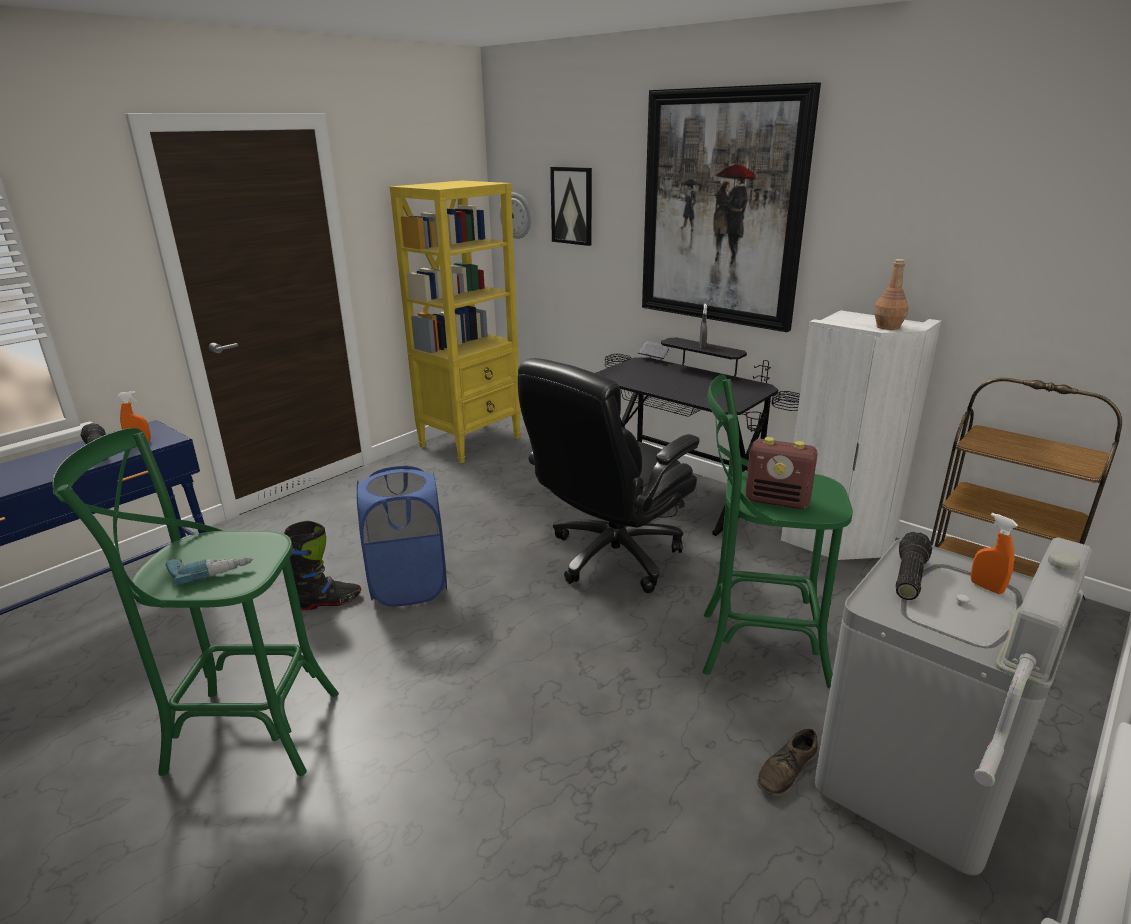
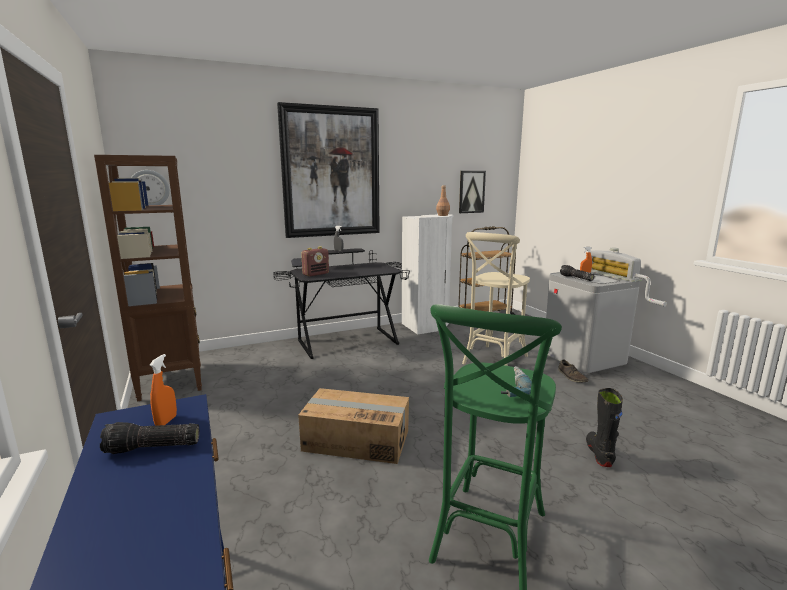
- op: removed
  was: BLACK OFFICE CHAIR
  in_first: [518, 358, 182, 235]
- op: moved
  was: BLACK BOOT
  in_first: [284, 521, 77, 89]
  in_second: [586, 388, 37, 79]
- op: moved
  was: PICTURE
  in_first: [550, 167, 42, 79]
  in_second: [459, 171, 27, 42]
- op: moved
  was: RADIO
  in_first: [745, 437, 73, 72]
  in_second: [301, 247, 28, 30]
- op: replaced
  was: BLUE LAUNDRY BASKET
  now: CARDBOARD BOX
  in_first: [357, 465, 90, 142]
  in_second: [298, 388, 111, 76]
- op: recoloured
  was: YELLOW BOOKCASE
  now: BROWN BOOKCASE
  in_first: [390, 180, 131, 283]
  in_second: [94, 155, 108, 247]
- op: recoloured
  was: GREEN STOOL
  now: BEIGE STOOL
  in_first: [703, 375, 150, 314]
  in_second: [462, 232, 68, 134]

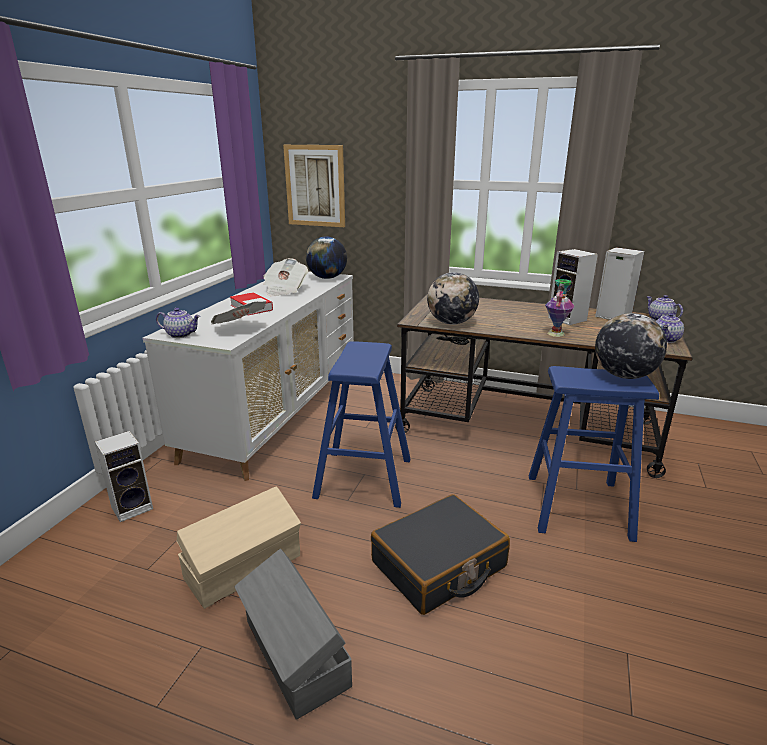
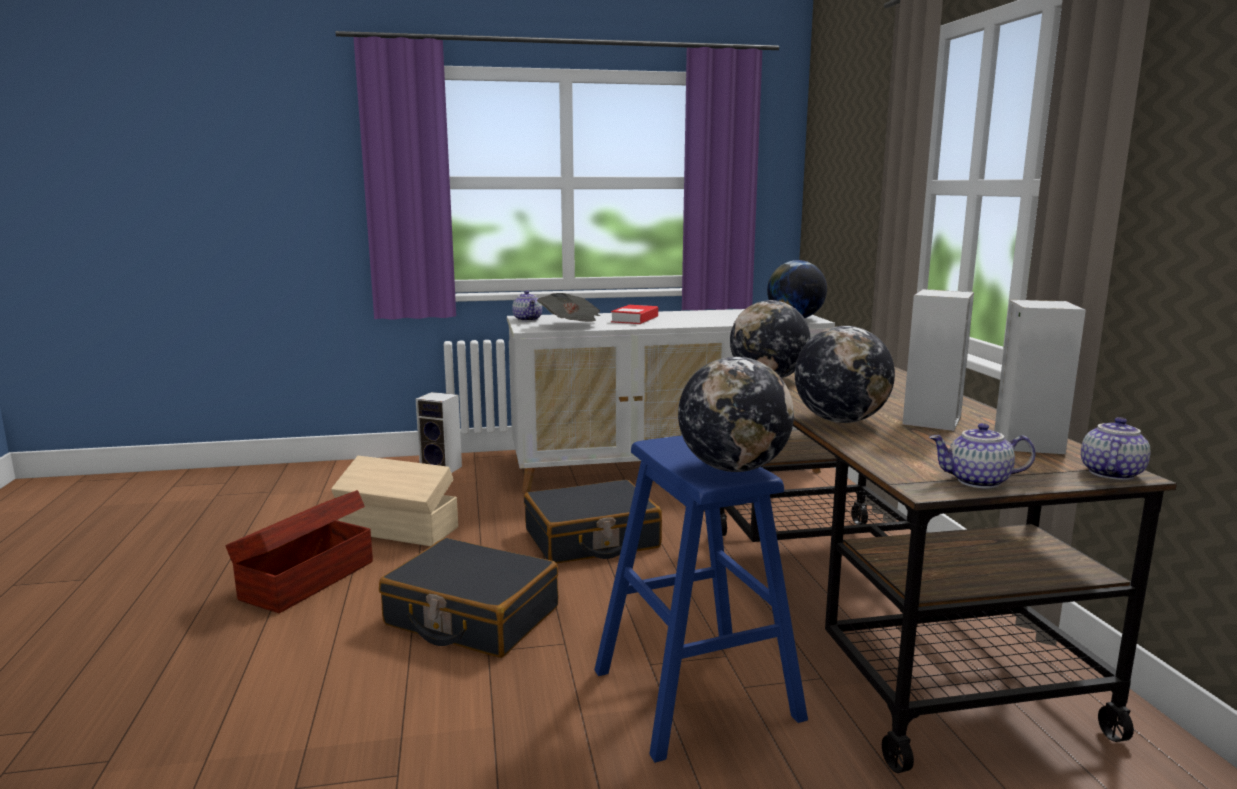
- op: removed
  was: NEWSPAPER
  in_first: [263, 258, 45, 38]
- op: removed
  was: PICTURE
  in_first: [283, 145, 62, 82]
- op: replaced
  was: BLUE STOOL
  now: BLACK SUITCASE
  in_first: [312, 341, 98, 167]
  in_second: [524, 480, 138, 83]
- op: replaced
  was: VASE
  now: GLOBE
  in_first: [545, 279, 29, 58]
  in_second: [795, 326, 100, 97]
- op: recoloured
  was: GREY STORAGE BOX
  now: BROWN STORAGE BOX
  in_first: [234, 549, 118, 171]
  in_second: [225, 490, 148, 123]

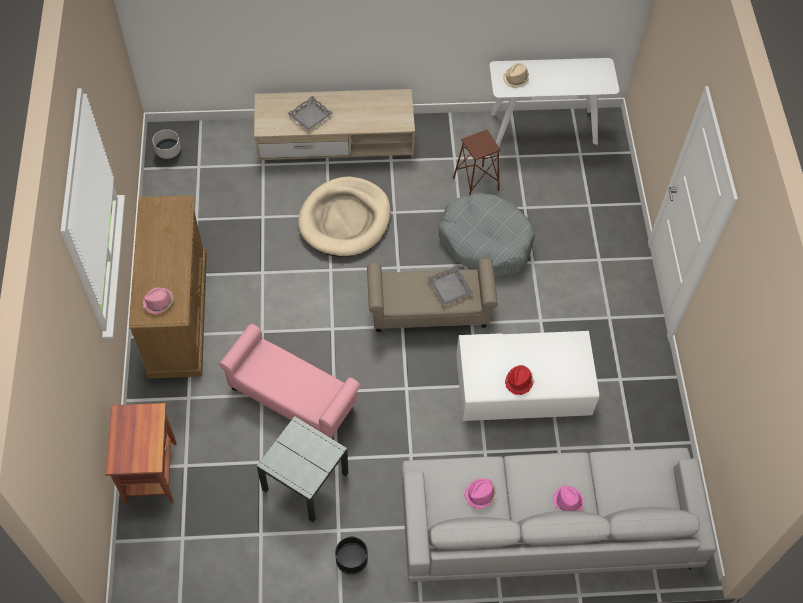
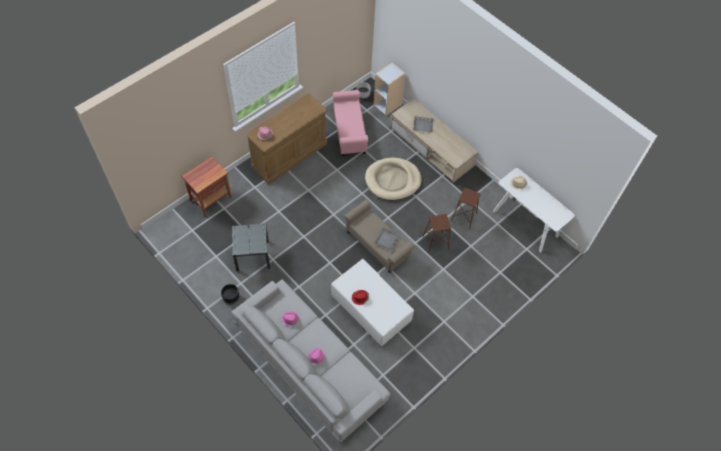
- op: added
  now: BOOKCASE
  in_second: [373, 62, 33, 54]
- op: moved
  was: PINK OTTOMAN
  in_first: [219, 324, 141, 114]
  in_second: [333, 90, 35, 66]
- op: replaced
  was: GREY DOG BED
  now: BROWN STOOL
  in_first: [438, 193, 97, 84]
  in_second: [423, 214, 28, 39]

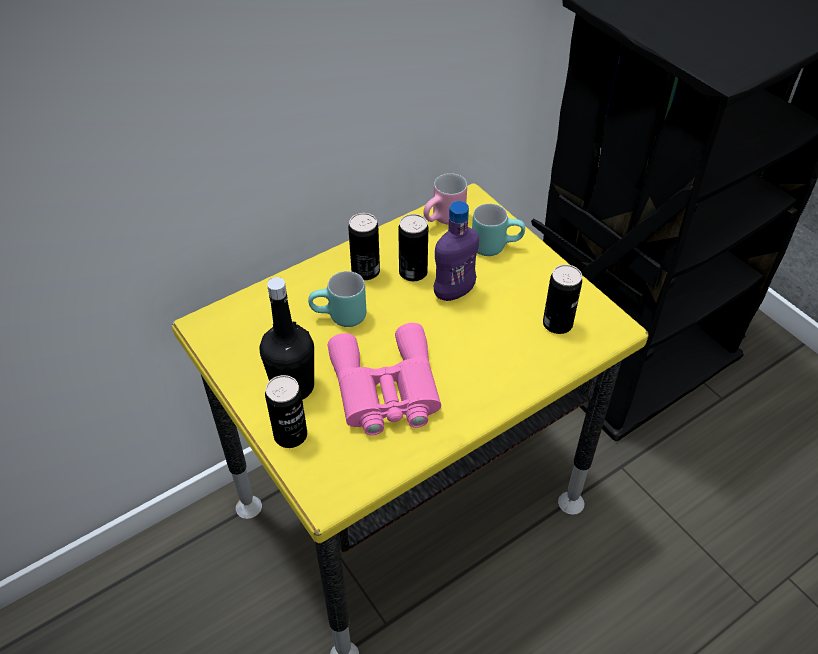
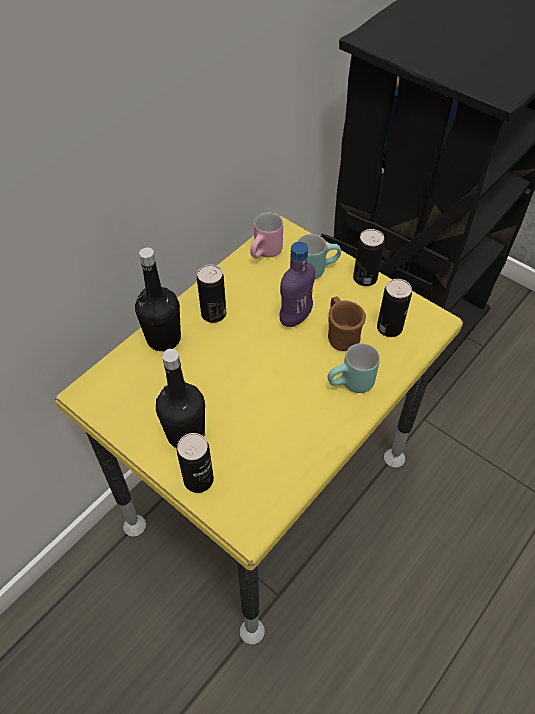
- op: removed
  was: PINK BINOCULARS
  in_first: [328, 323, 113, 112]
- op: added
  now: BLACK BOTTLE
  in_second: [135, 247, 46, 104]
- op: added
  now: BROWN MUG
  in_second: [328, 296, 38, 55]
- op: moved
  was: TURQUOISE MUG
  in_first: [308, 271, 58, 56]
  in_second: [327, 343, 53, 50]
- op: moved
  was: CAN
  in_first: [398, 214, 30, 67]
  in_second: [353, 229, 31, 57]

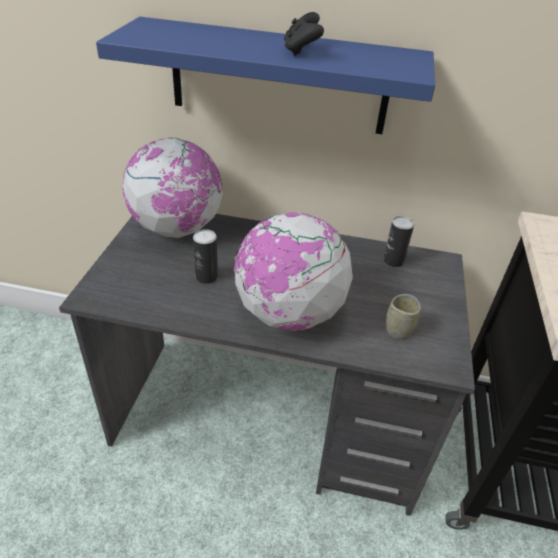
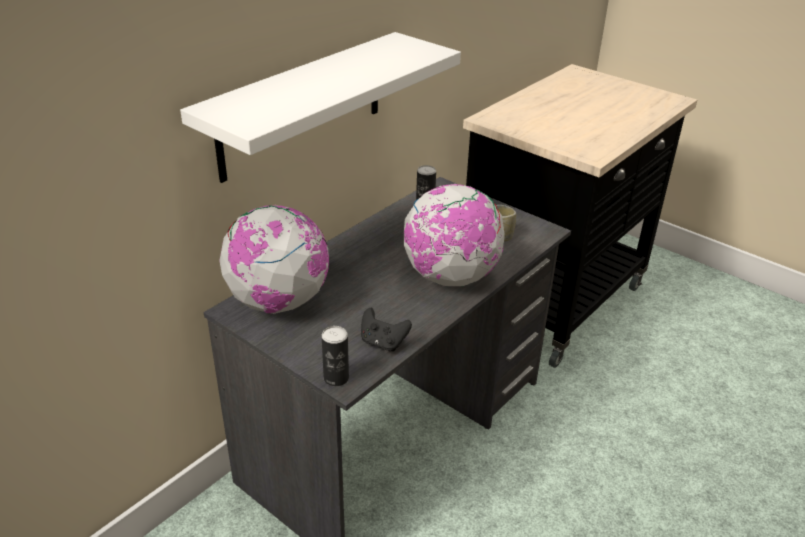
- op: moved
  was: CAN
  in_first: [193, 229, 25, 55]
  in_second: [322, 326, 27, 60]
- op: moved
  was: BLACK GAME CONTROLLER
  in_first: [284, 12, 40, 44]
  in_second: [361, 308, 51, 43]
- op: recoloured
  was: BLUE SHELF
  now: WHITE SHELF
  in_first: [96, 17, 339, 117]
  in_second: [180, 32, 281, 151]

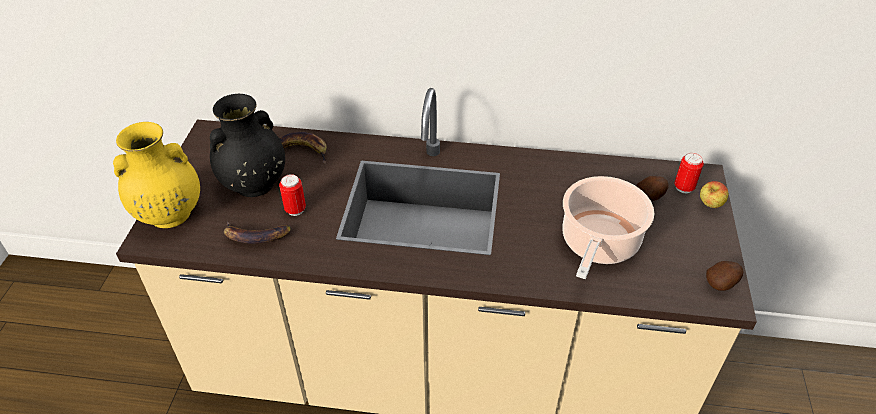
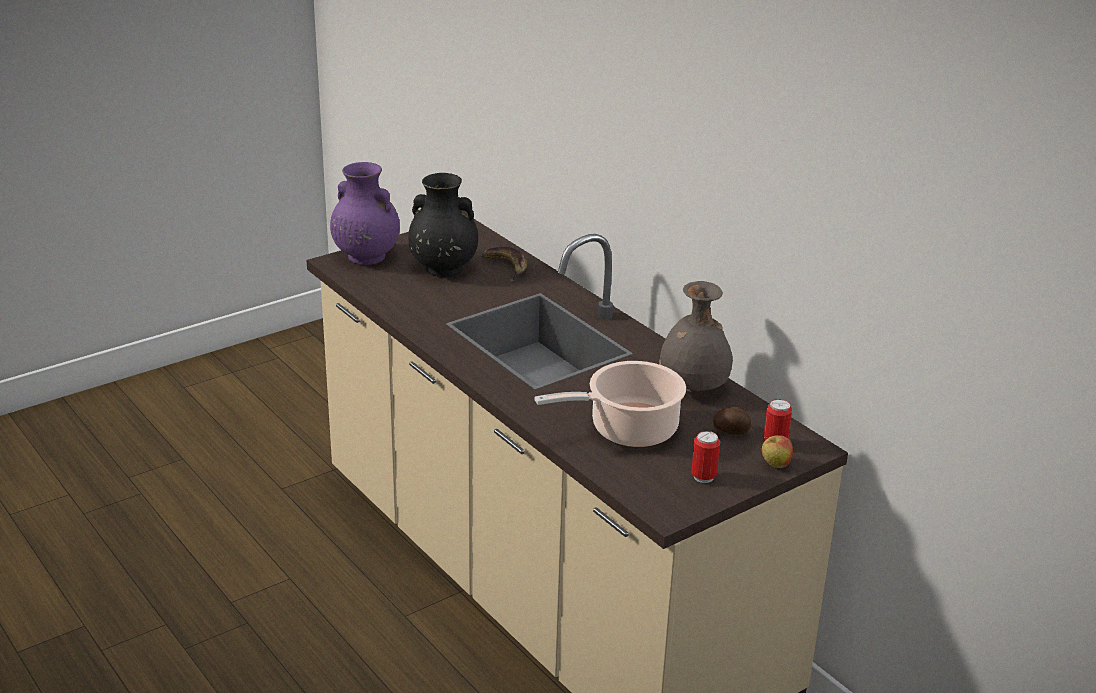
- op: removed
  was: BANANA
  in_first: [224, 222, 67, 21]
- op: removed
  was: POTATO
  in_first: [706, 261, 37, 30]
- op: added
  now: GREY VASE
  in_second: [659, 281, 74, 111]
- op: moved
  was: CAN
  in_first: [279, 174, 27, 42]
  in_second: [691, 431, 29, 52]
- op: recoloured
  was: YELLOW VASE
  now: PURPLE VASE
  in_first: [113, 122, 87, 106]
  in_second: [330, 162, 70, 103]

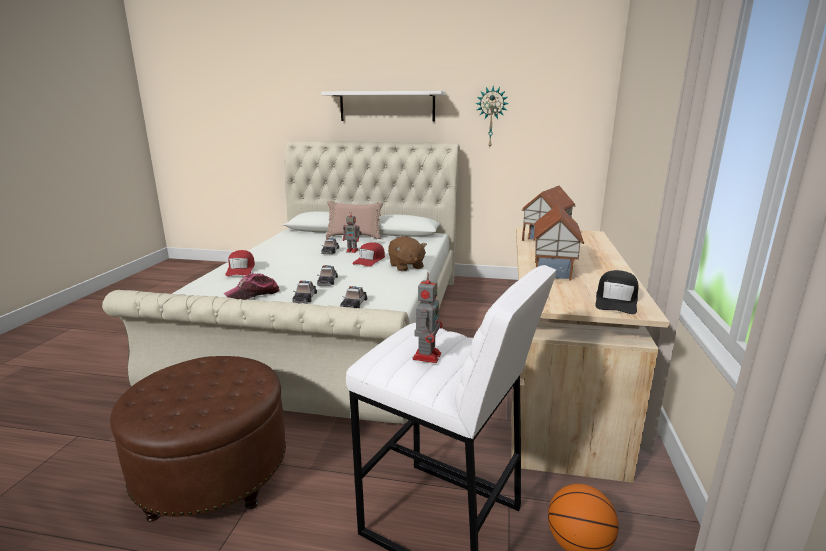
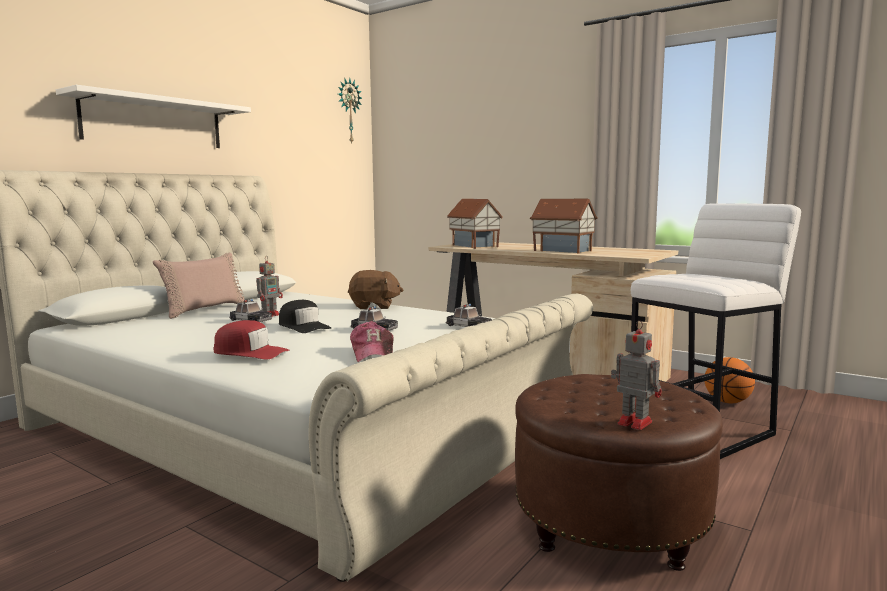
- op: removed
  was: TOY CAR
  in_first: [292, 281, 25, 23]
- op: removed
  was: RED CAP
  in_first: [352, 242, 33, 25]
- op: moved
  was: TOY ROBOT
  in_first: [413, 273, 30, 90]
  in_second: [611, 320, 51, 110]
- op: moved
  was: WALL CLOCK
  in_first: [475, 86, 34, 61]
  in_second: [338, 78, 24, 65]
- op: moved
  was: BLACK CAP
  in_first: [596, 270, 42, 44]
  in_second: [279, 300, 52, 33]

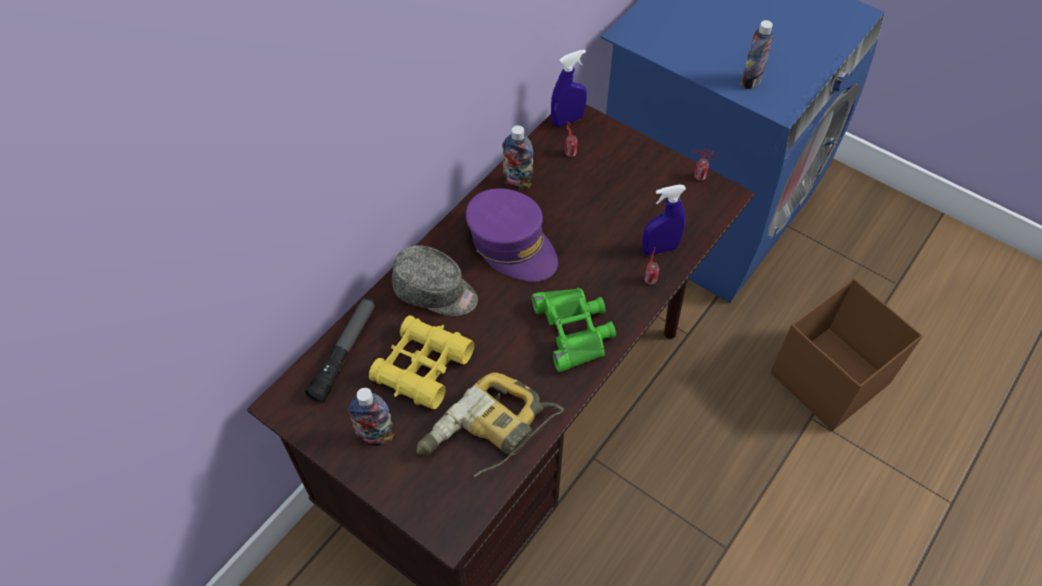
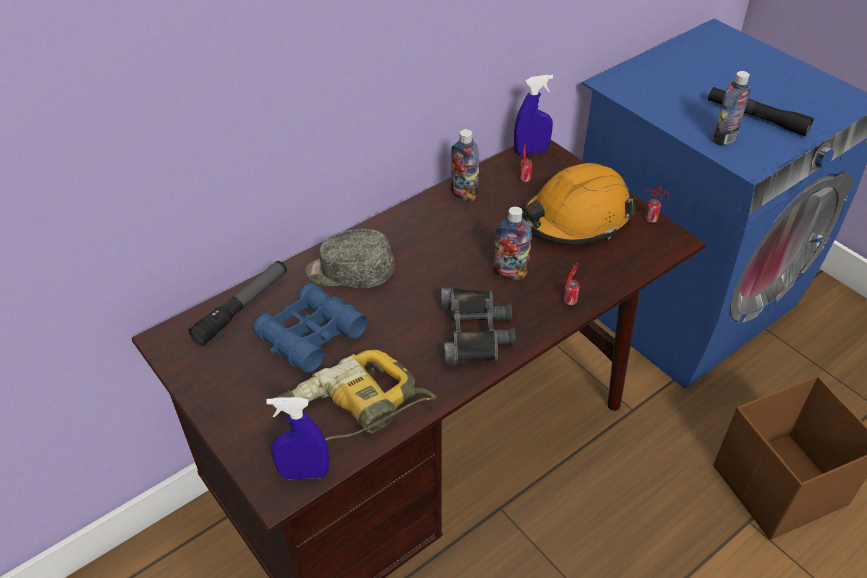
- op: removed
  was: PURPLE CAP
  in_first: [466, 188, 92, 94]
- op: added
  now: ORANGE HARD HAT
  in_second: [522, 163, 114, 81]
- op: added
  now: BLACK FLASHLIGHT
  in_second: [708, 87, 106, 49]
- op: moved
  was: BOTTLE
  in_first: [348, 388, 47, 58]
  in_second: [493, 207, 39, 73]
- op: moved
  was: BLUE SPRAY BOTTLE
  in_first: [642, 184, 44, 72]
  in_second: [266, 397, 63, 82]
- op: recoloured
  was: YELLOW BINOCULARS
  now: BLUE BINOCULARS
  in_first: [369, 315, 105, 94]
  in_second: [253, 283, 114, 90]
- op: recoloured
  was: GREEN BINOCULARS
  now: BLACK BINOCULARS
  in_first: [531, 288, 85, 84]
  in_second: [441, 287, 75, 79]
- op: turned
  was: GREY CAP
  in_first: [392, 245, 86, 71]
  in_second: [305, 229, 90, 59]
  clockwise: 150

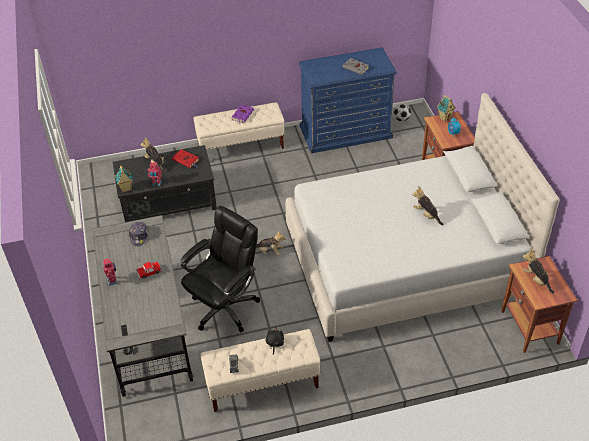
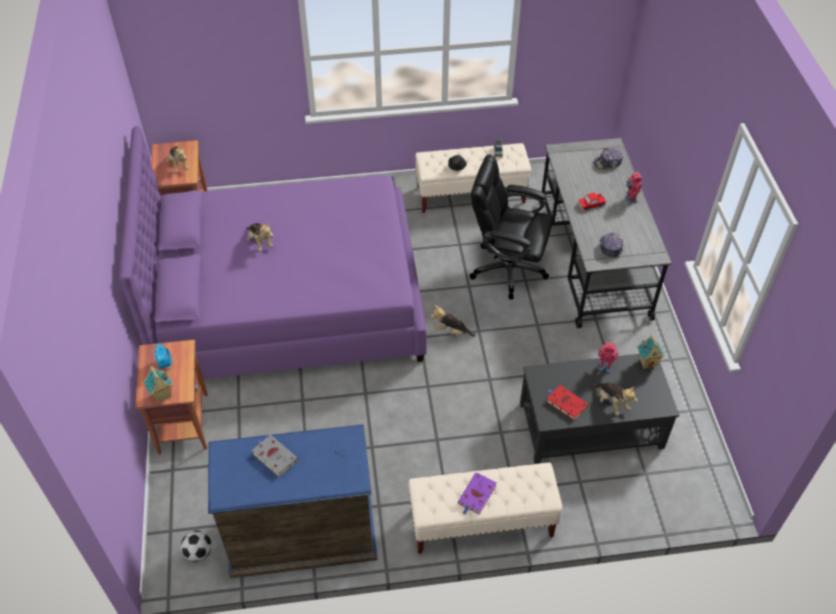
- op: added
  now: CAP
  in_second: [594, 149, 29, 20]
- op: recoloured
  was: WHITE BED
  now: PURPLE BED
  in_first: [285, 93, 274, 249]
  in_second: [119, 126, 308, 254]
- op: turned
  was: BLACK OFFICE CHAIR
  in_first: [181, 206, 79, 127]
  in_second: [469, 155, 83, 144]
  clockwise: 60

